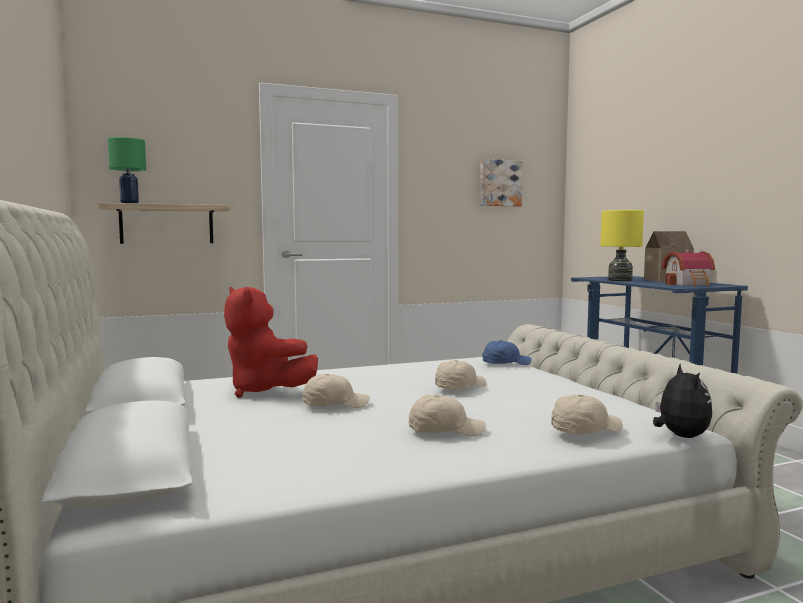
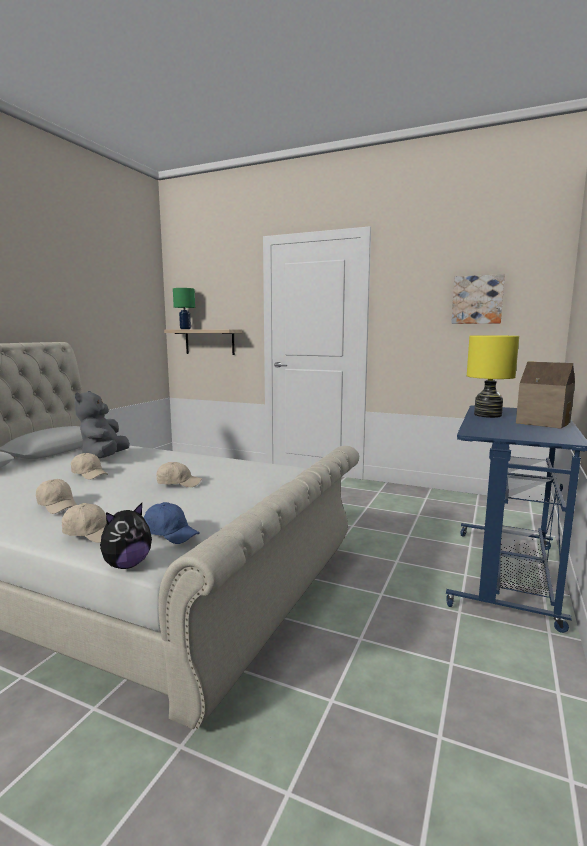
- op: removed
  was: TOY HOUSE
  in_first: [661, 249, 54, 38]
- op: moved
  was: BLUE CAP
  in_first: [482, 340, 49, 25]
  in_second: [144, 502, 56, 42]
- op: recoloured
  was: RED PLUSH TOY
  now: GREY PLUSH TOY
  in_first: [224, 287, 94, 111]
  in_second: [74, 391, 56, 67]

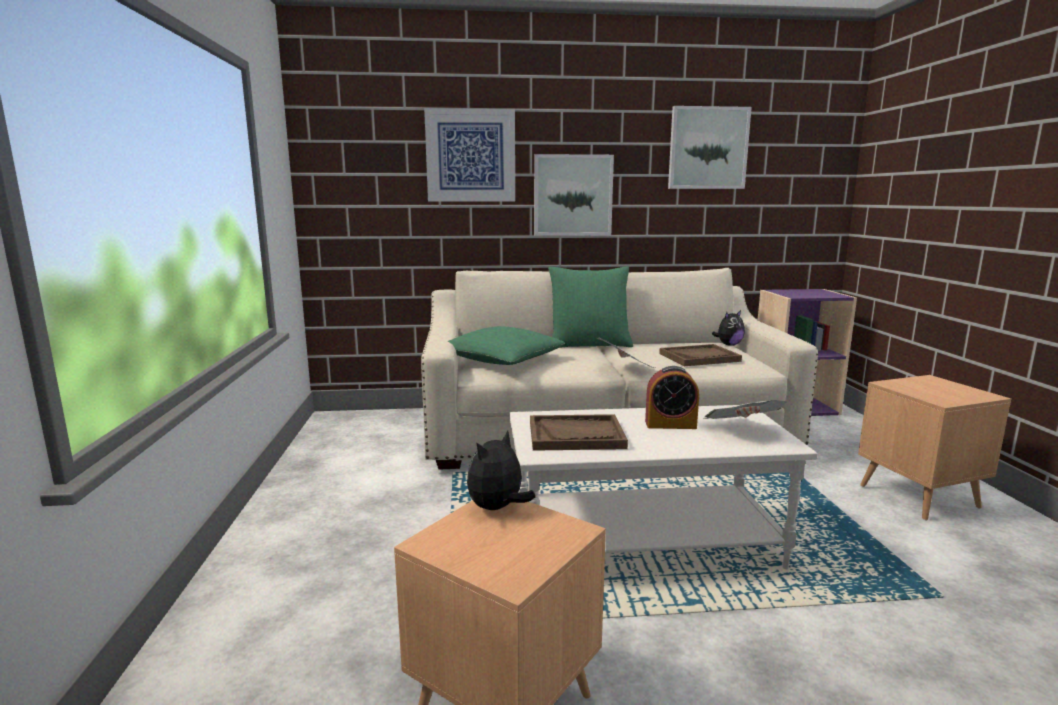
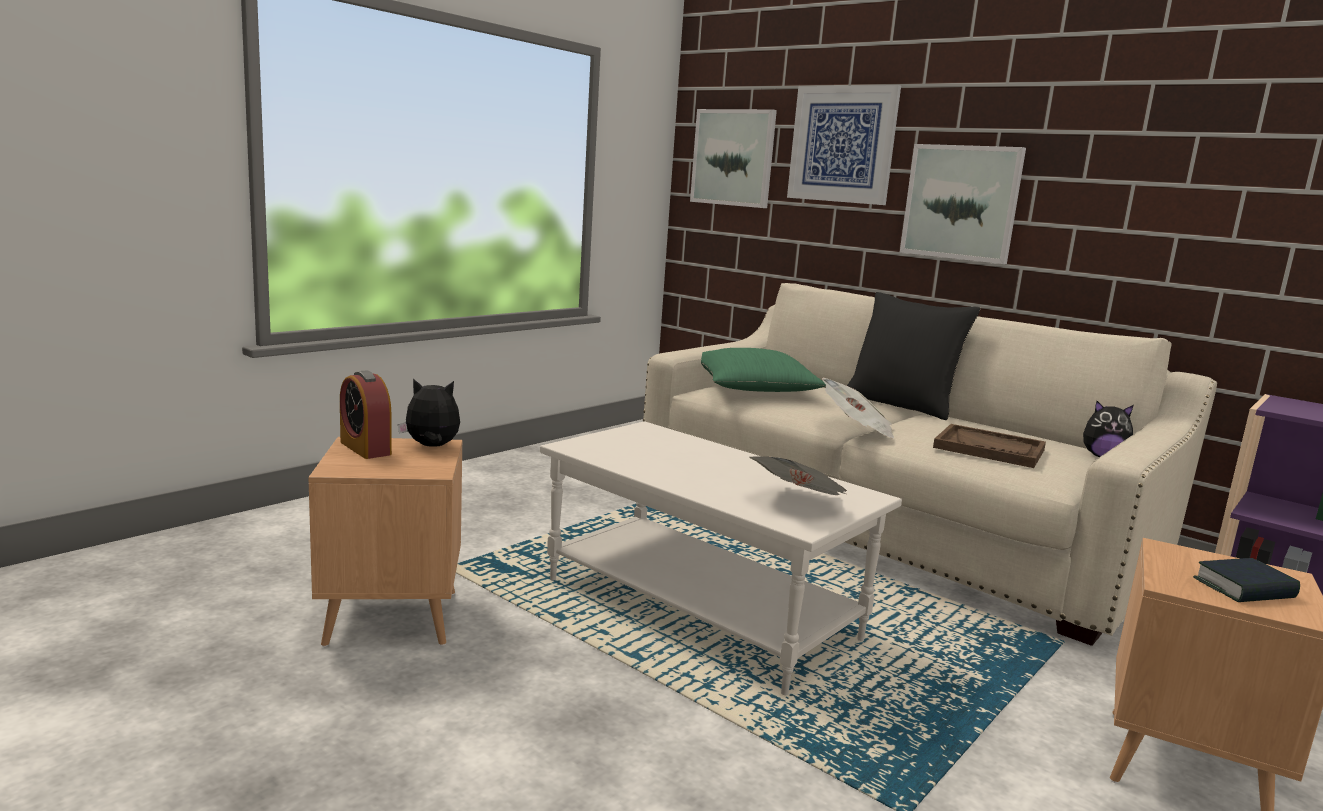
- op: removed
  was: BROWN TRAY
  in_first: [530, 414, 98, 37]
- op: added
  now: BOOK
  in_second: [1193, 558, 107, 44]
- op: moved
  was: ALARM CLOCK
  in_first: [645, 366, 54, 63]
  in_second: [340, 370, 52, 89]
- op: moved
  was: PICTURE
  in_first: [668, 106, 84, 83]
  in_second: [690, 109, 87, 99]
- op: recoloured
  was: GREEN PILLOW
  now: BLACK PILLOW
  in_first: [548, 266, 85, 82]
  in_second: [847, 292, 134, 128]

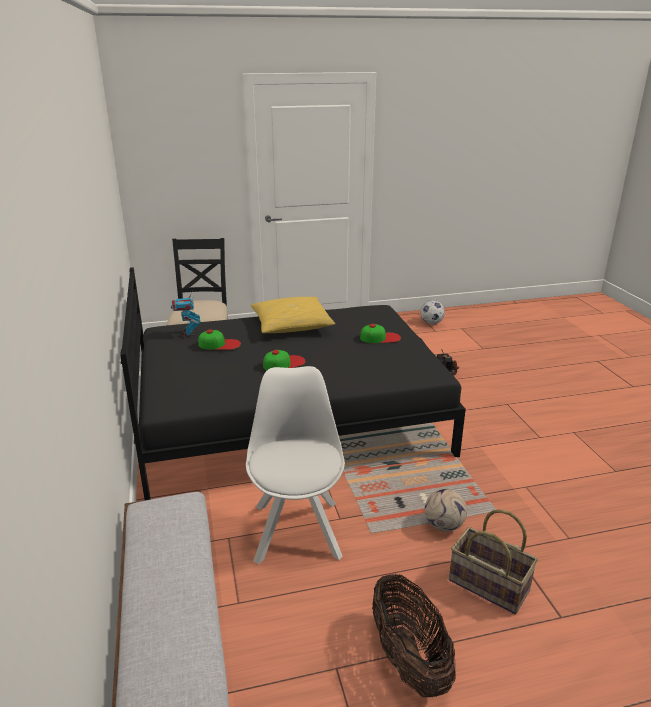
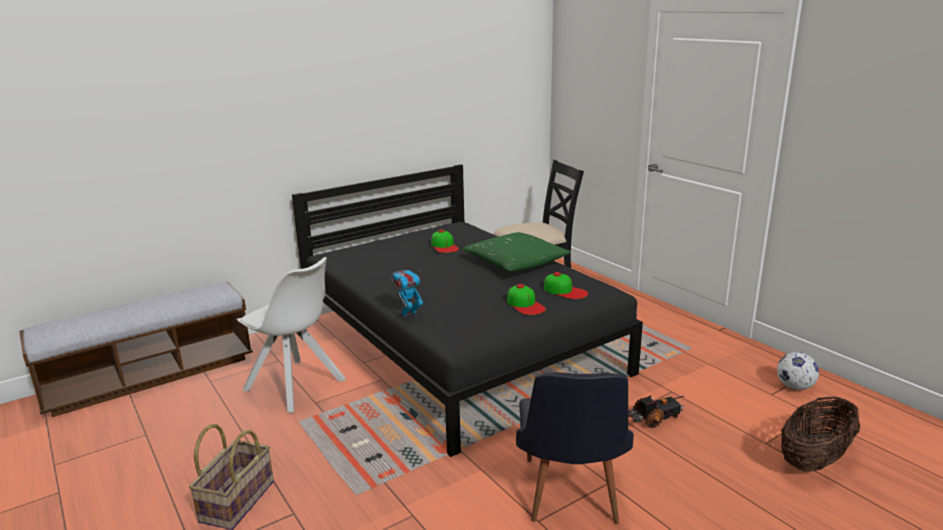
- op: removed
  was: FOOTBALL
  in_first: [425, 489, 42, 43]
- op: added
  now: BLACK CHAIR
  in_second: [516, 372, 118, 152]
- op: moved
  was: TOY ROBOT
  in_first: [171, 290, 30, 47]
  in_second: [391, 269, 32, 51]
- op: moved
  was: CAP
  in_first: [263, 350, 43, 21]
  in_second: [544, 272, 44, 27]
- op: moved
  was: BASKET
  in_first: [372, 574, 84, 123]
  in_second: [781, 397, 80, 75]
- op: recoloured
  was: YELLOW PILLOW
  now: GREEN PILLOW
  in_first: [251, 297, 84, 36]
  in_second: [463, 232, 108, 40]
- op: turned
  was: WHITE CHAIR
  in_first: [246, 366, 99, 198]
  in_second: [237, 257, 108, 156]
  clockwise: 60

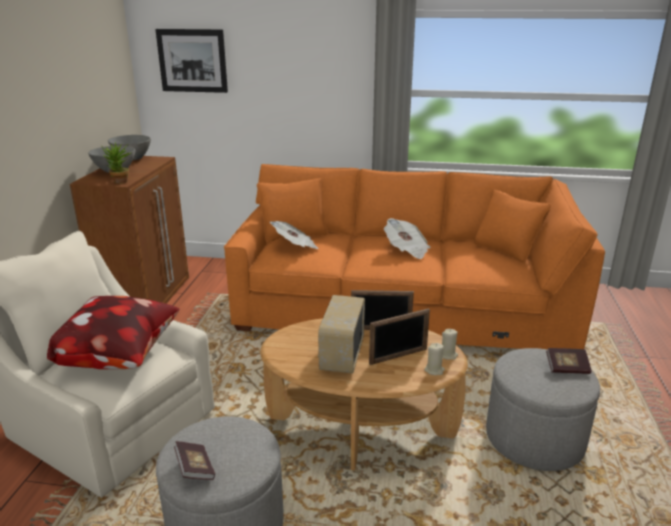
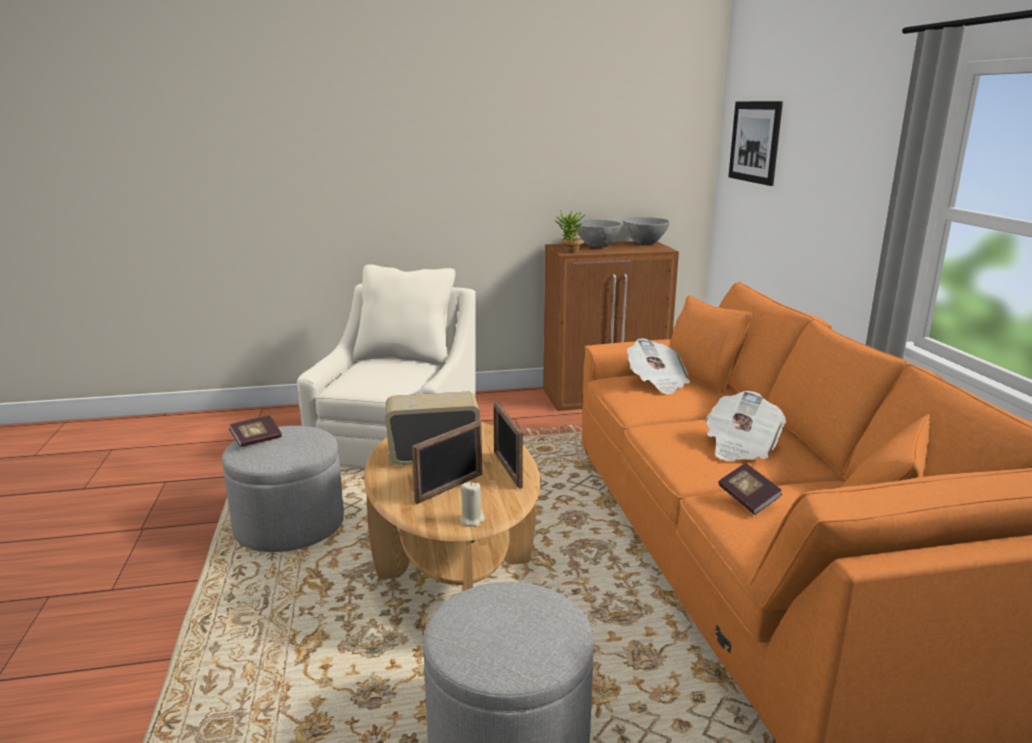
- op: removed
  was: PILLOW
  in_first: [47, 296, 133, 74]
- op: removed
  was: BEIGE CANDLE
  in_first: [425, 343, 20, 32]
- op: moved
  was: BOOK
  in_first: [546, 348, 46, 26]
  in_second: [718, 463, 65, 52]
- op: turned
  was: PICTURE FRAME
  in_first: [369, 309, 61, 56]
  in_second: [412, 420, 70, 84]
  clockwise: -90

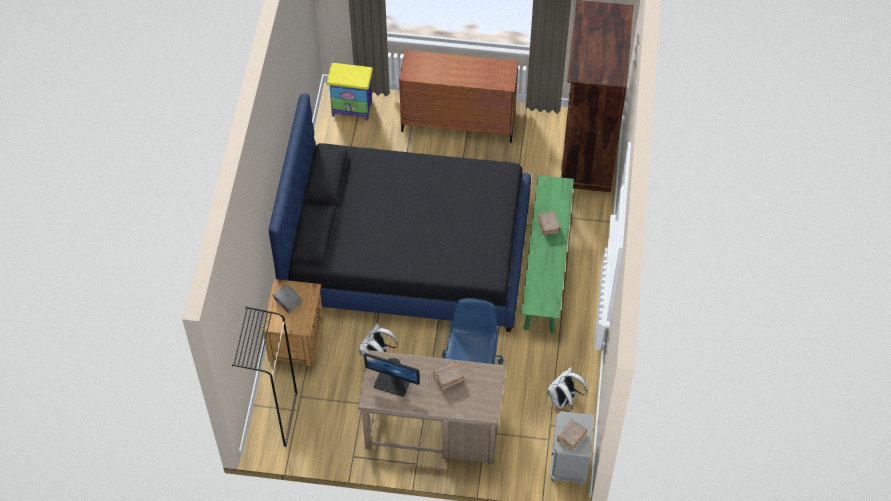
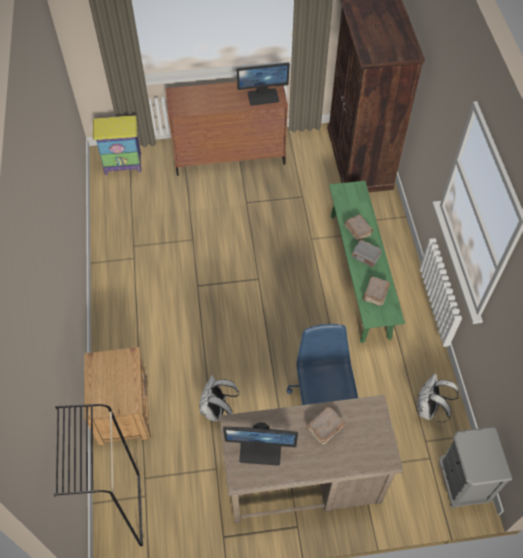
- op: removed
  was: BLACK BED
  in_first: [268, 93, 263, 239]
- op: added
  now: MONITOR
  in_second: [237, 62, 53, 44]
- op: moved
  was: GREY BOOK
  in_first: [272, 284, 30, 29]
  in_second: [352, 240, 30, 27]
- op: moved
  was: BROWN BOOK
  in_first: [557, 419, 30, 32]
  in_second: [363, 276, 27, 30]

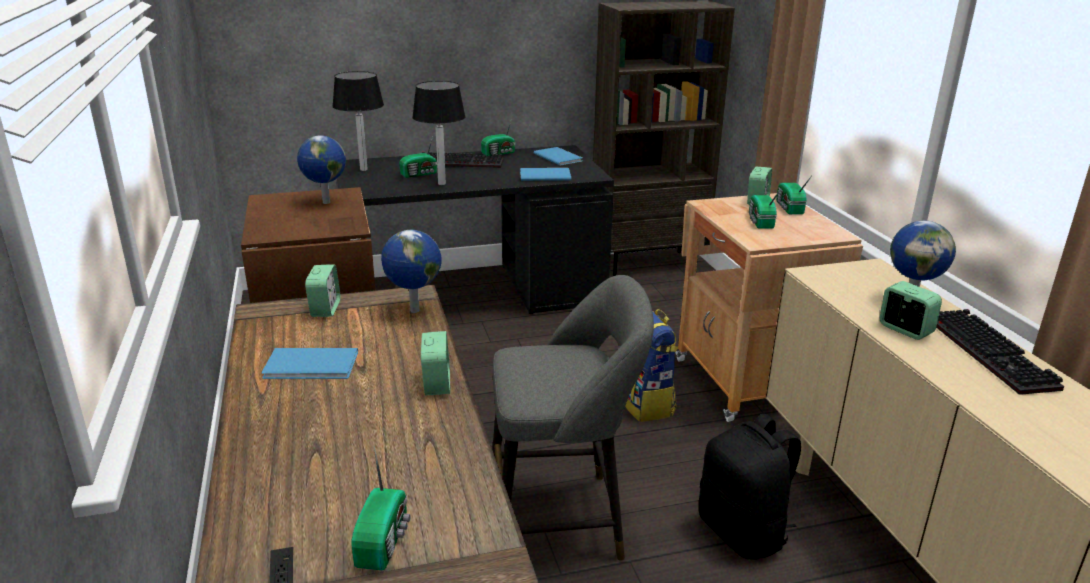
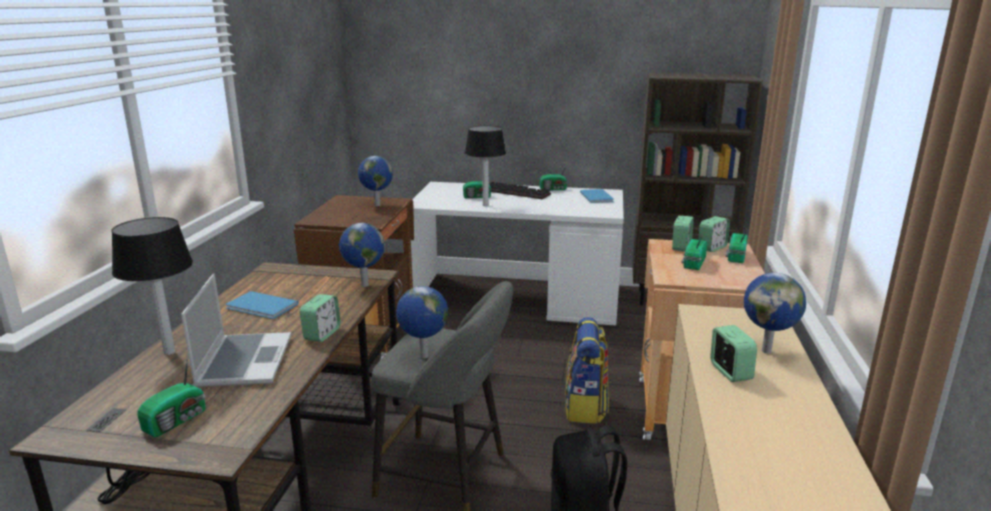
- op: removed
  was: BLUE BOOK
  in_first: [520, 168, 51, 13]
- op: removed
  was: KEYBOARD
  in_first: [936, 309, 128, 86]
- op: added
  now: LAPTOP
  in_second: [181, 274, 110, 113]
- op: added
  now: GLOBE
  in_second: [396, 286, 52, 72]
- op: moved
  was: ALARM CLOCK
  in_first: [305, 264, 35, 53]
  in_second: [672, 216, 22, 36]
- op: moved
  was: TABLE LAMP
  in_first: [332, 71, 52, 100]
  in_second: [112, 217, 81, 138]
- op: recoloured
  was: BLACK DESK
  now: WHITE DESK
  in_first: [336, 145, 278, 169]
  in_second: [411, 182, 213, 144]

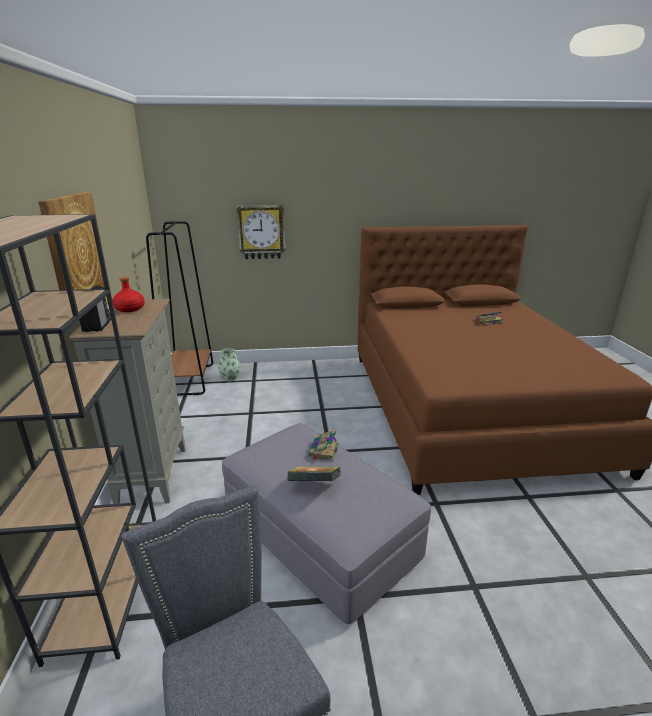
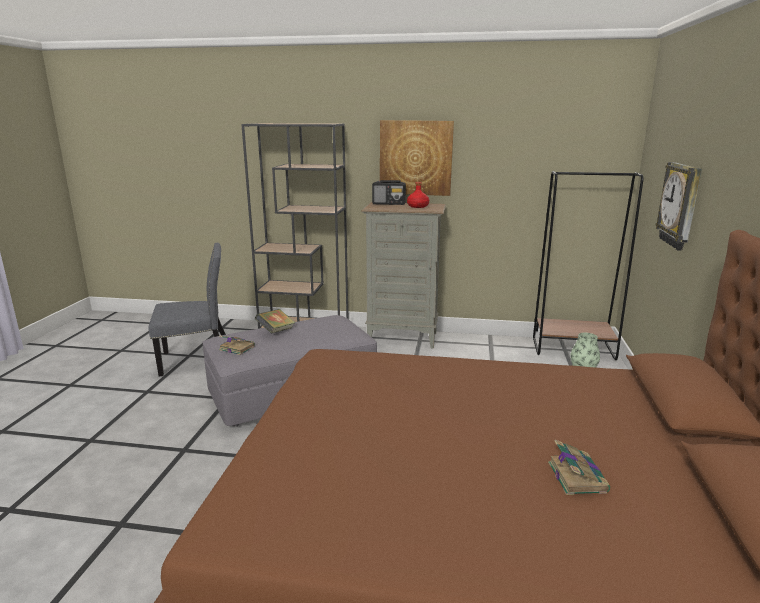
- op: moved
  was: BOOK
  in_first: [308, 429, 31, 32]
  in_second: [219, 335, 36, 20]

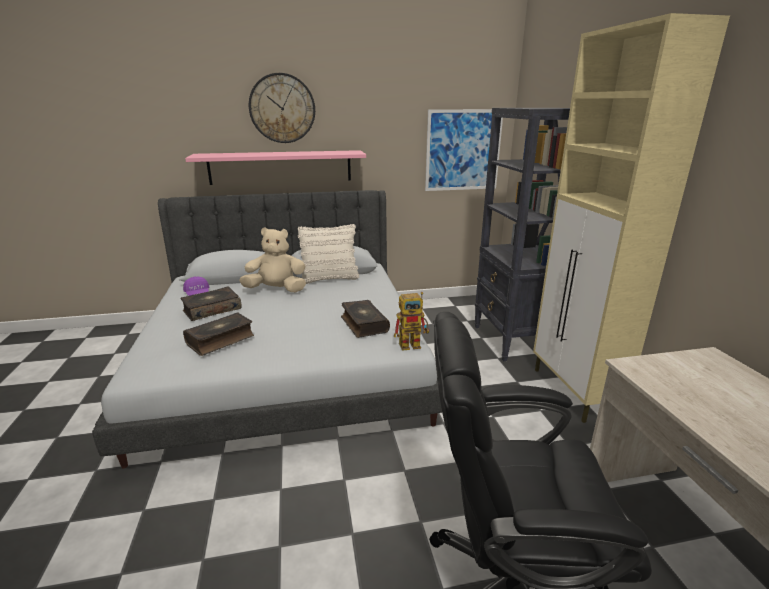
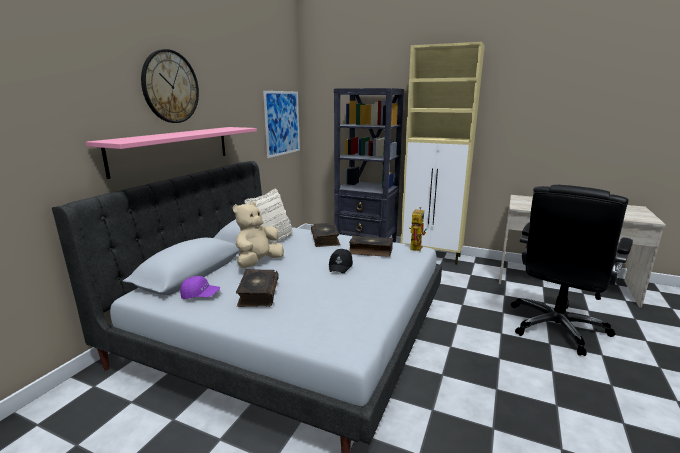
- op: added
  now: BLACK CAP
  in_second: [329, 249, 24, 24]
- op: moved
  was: BOOK
  in_first: [183, 312, 71, 44]
  in_second: [311, 222, 29, 25]

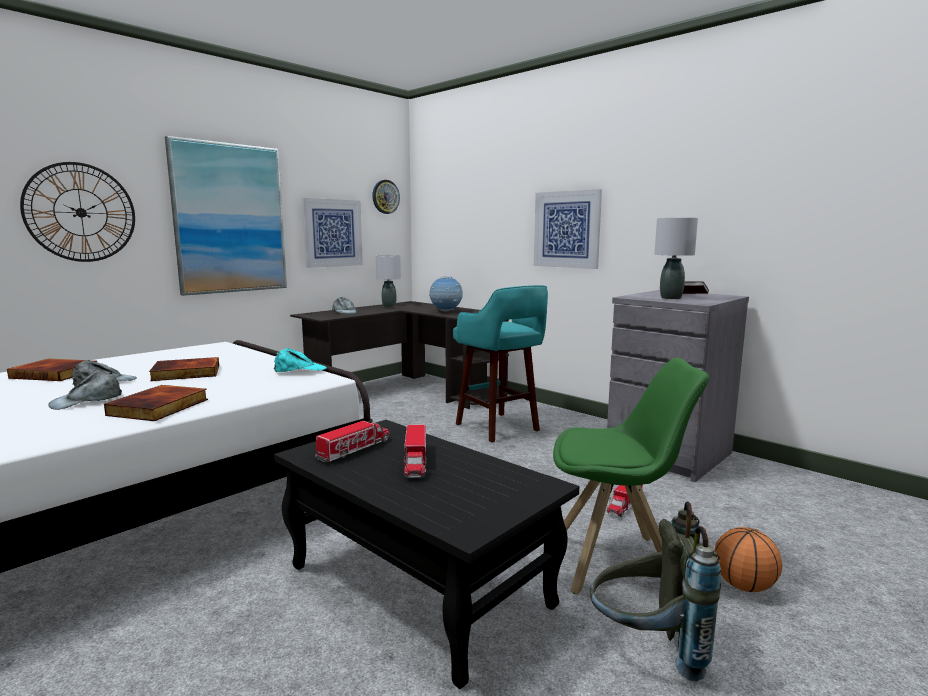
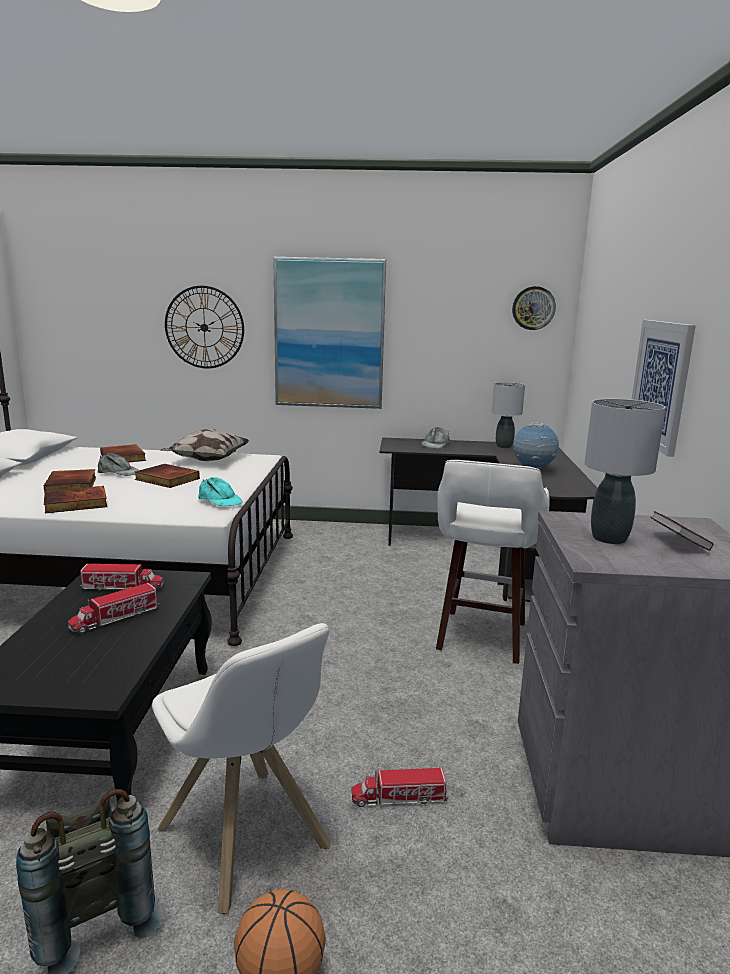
- op: removed
  was: PICTURE
  in_first: [302, 198, 61, 70]
- op: added
  now: PILLOW
  in_second: [160, 429, 89, 32]
- op: replaced
  was: GREY CAP
  now: BOOK
  in_first: [48, 372, 74, 38]
  in_second: [44, 469, 52, 24]
- op: recoloured
  was: TURQUOISE STOOL
  now: WHITE STOOL
  in_first: [453, 285, 95, 158]
  in_second: [436, 460, 114, 204]
- op: recoloured
  was: GREEN CHAIR
  now: WHITE CHAIR
  in_first: [553, 358, 156, 237]
  in_second: [152, 623, 179, 291]

